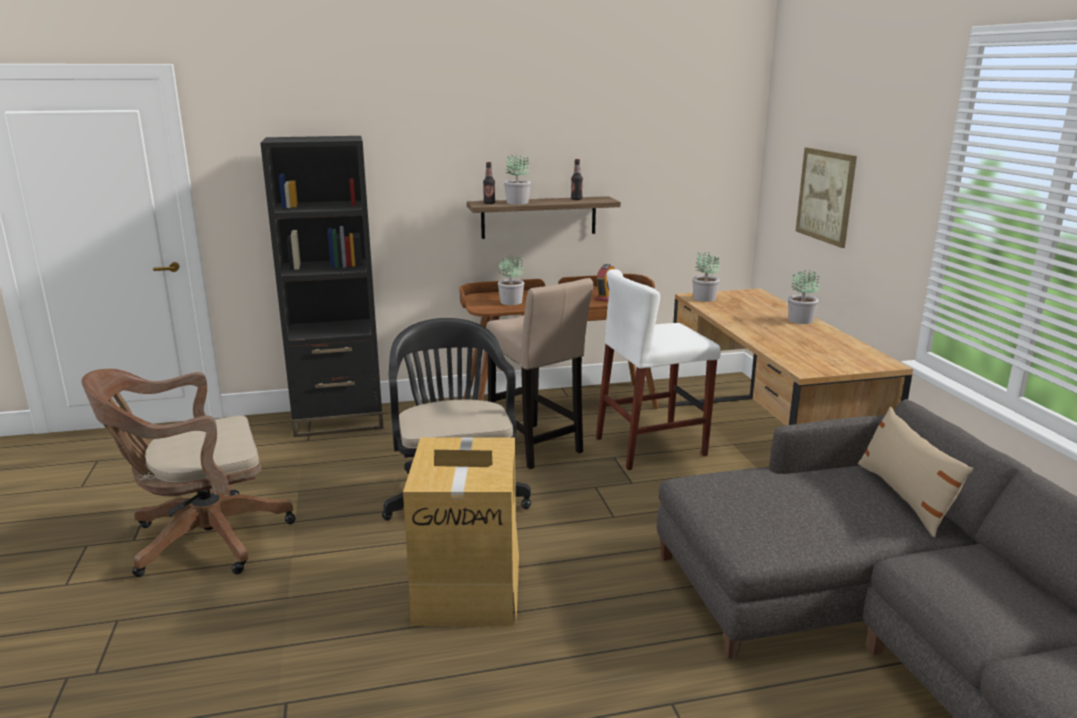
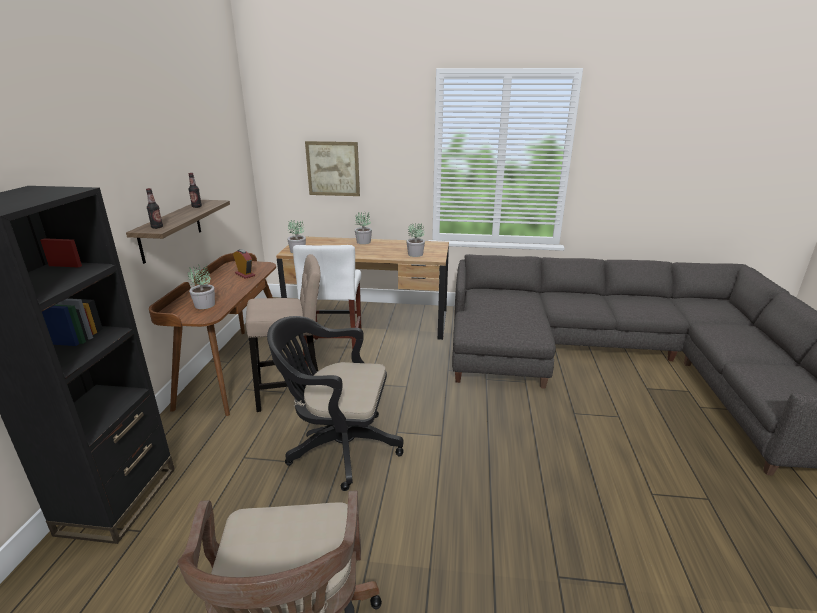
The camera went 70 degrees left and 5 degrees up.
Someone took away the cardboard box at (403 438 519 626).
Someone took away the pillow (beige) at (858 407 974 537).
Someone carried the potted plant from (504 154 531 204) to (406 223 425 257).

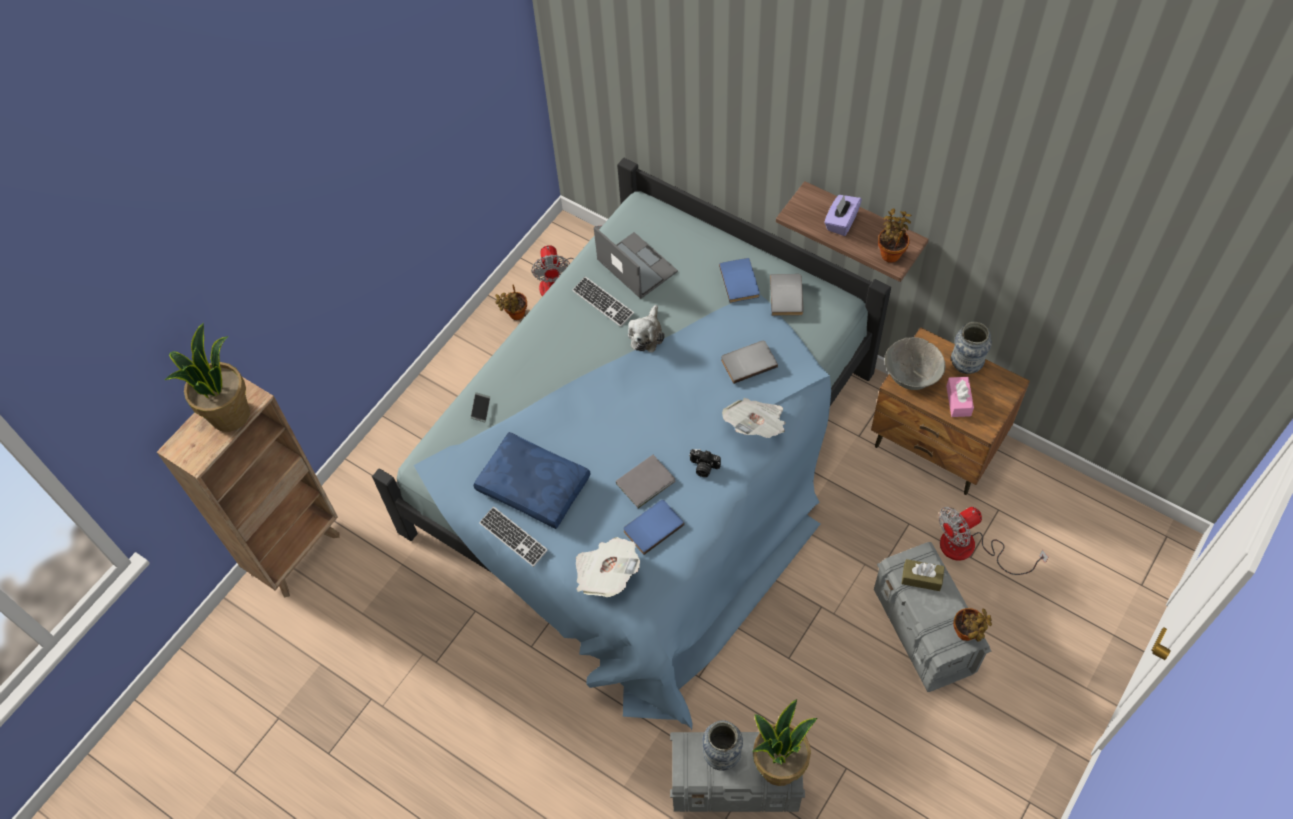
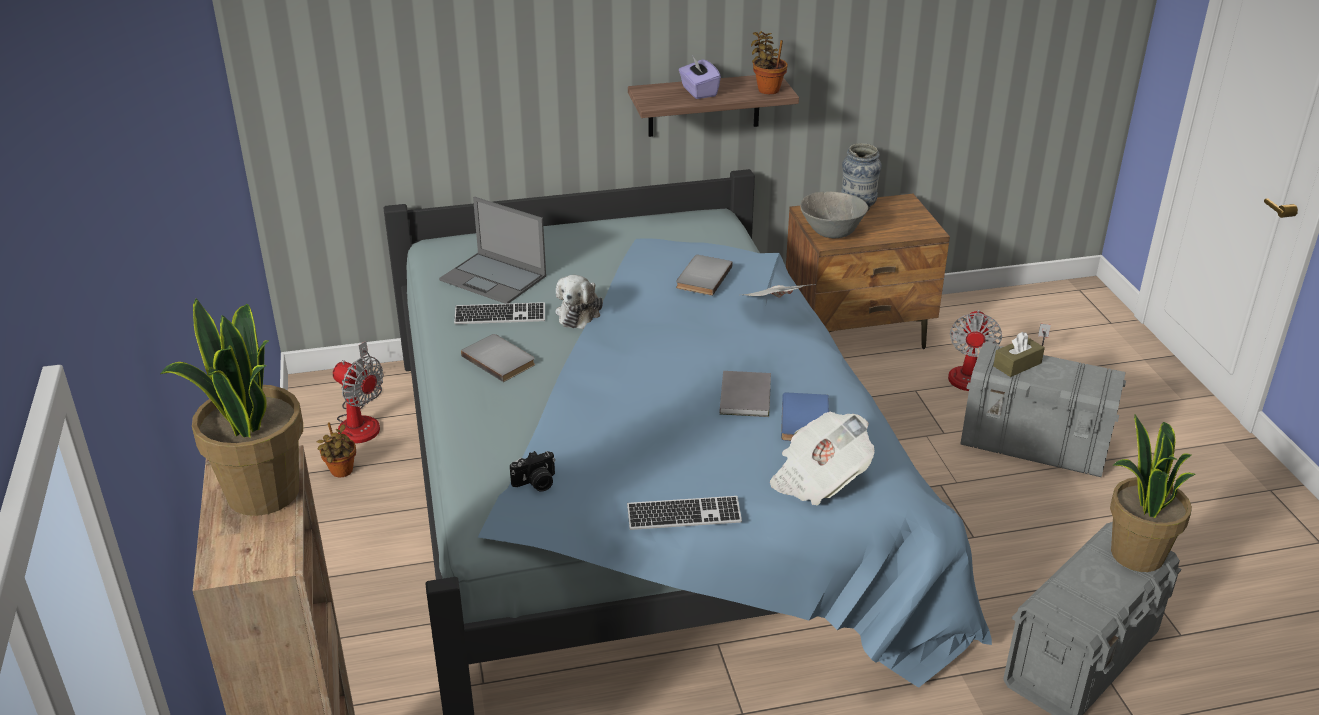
The camera went 50 degrees left and 25 degrees down.
Someone took away the phone at (470 392 490 423).
Someone took away the pillow (blue) at (473 432 591 529).
Someone took away the vase at (702 720 743 771).
Someone took away the book (blue) at (719 258 760 303).
Someone took away the tissue box (pink) at (946 377 974 417).
Someone took away the potted plant at (953 608 992 642).
Someone carried the photo camera from (689 449 721 477) to (510 451 556 492).
Someone carried the book (grey) from (770 274 804 316) to (461 334 535 382).
Someone rotated the laptop at (594 227 678 299) by 150 degrees counterclockwise.
Someone rotated the plush toy at (628 305 665 352) by 45 degrees clockwise.

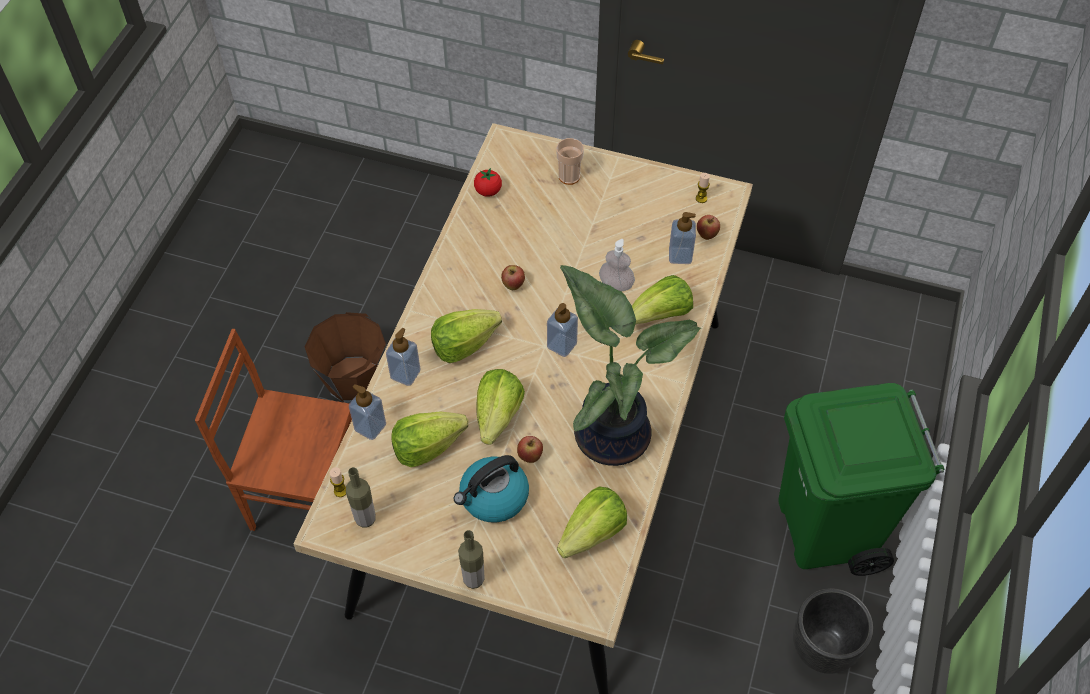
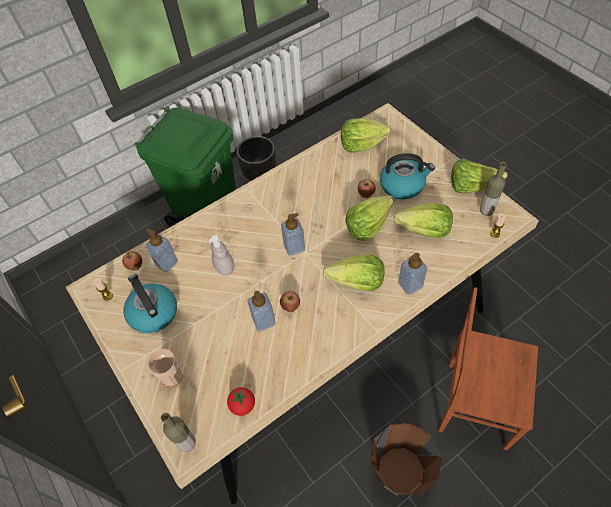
The camera went 140 degrees left and 0 degrees up.
Someone took away the potted plant at (560 265 701 466).
Someone put down the kettle at (124 274 177 333).
Someone carried the soap dispenser from (349 384 386 440) to (247 291 275 331).
Someone carried the bottle from (458 530 485 589) to (161 413 196 452).
Someone carried the lettuce from (632 275 693 325) to (451 159 508 193).
Someone rotated the chair (brown) at (195 329 352 531) by 150 degrees clockwise.

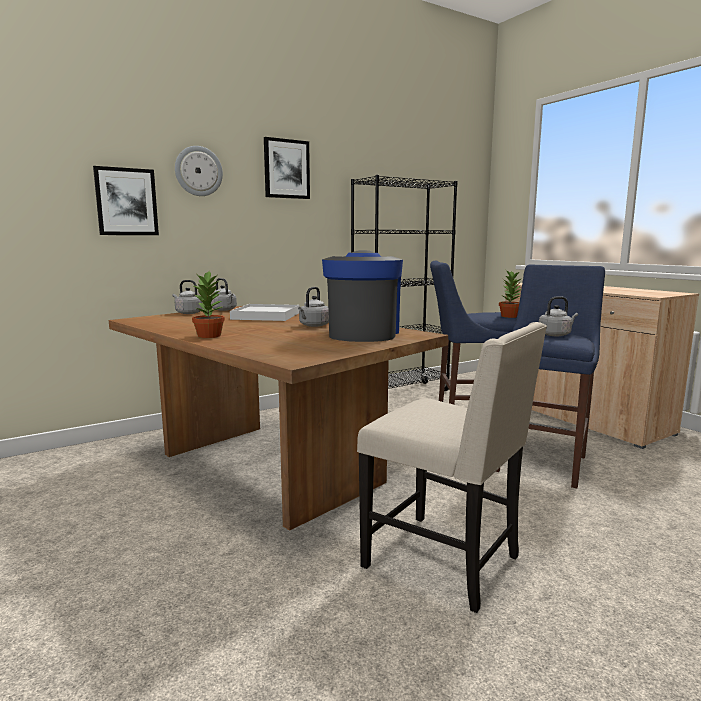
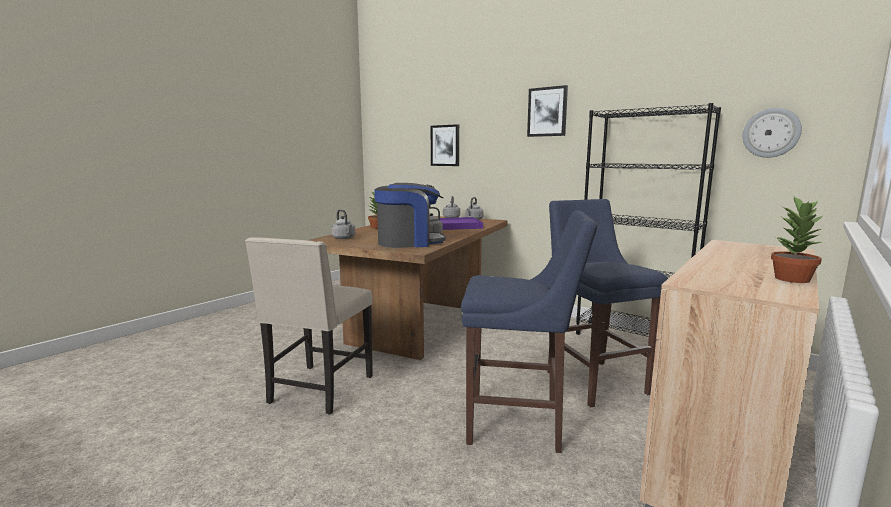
The camera went 70 degrees right and 0 degrees up.
Someone carried the wall clock from (175 146 223 196) to (742 108 802 158).
Someone carried the potted plant from (499 270 521 318) to (771 196 824 283).
Someone carried the kettle (grey) from (539 296 578 336) to (331 209 355 239).
Someone repainted the tray (white) at (230 304 300 321), which became the tray (purple) at (440 217 483 230).

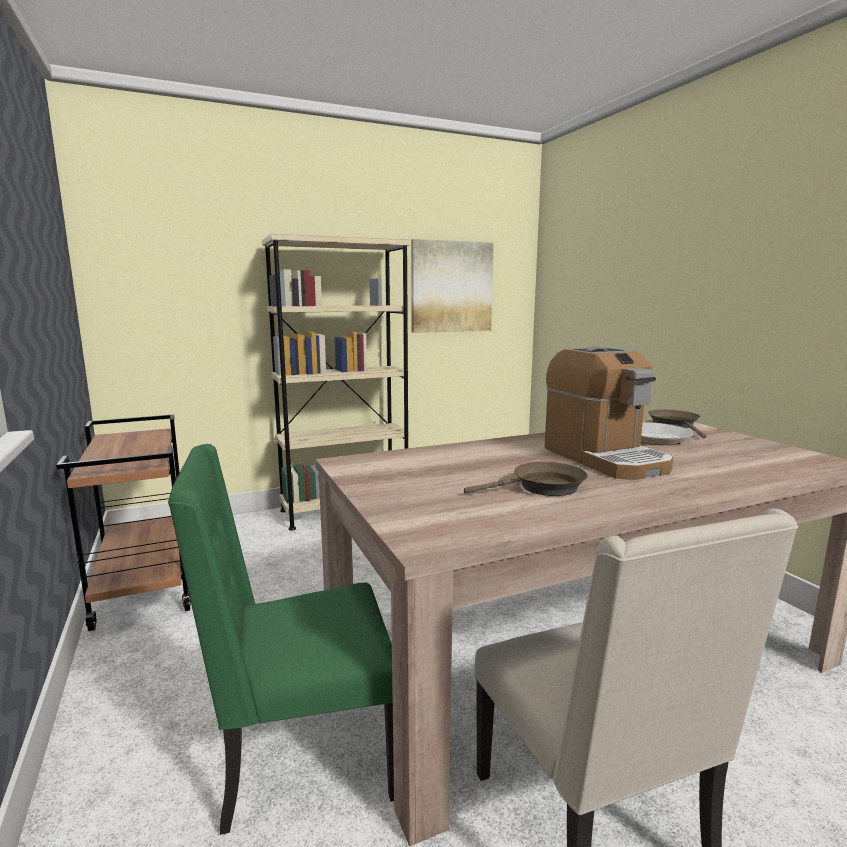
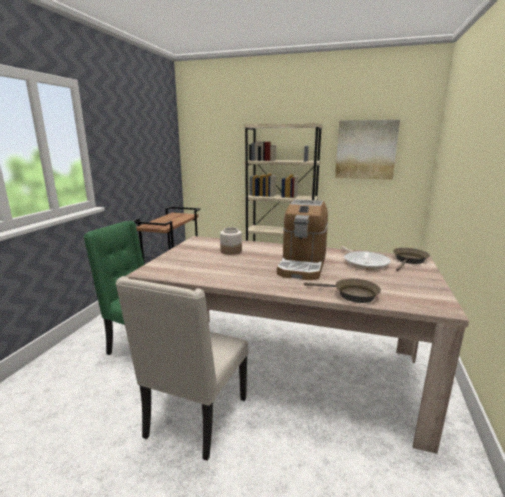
The camera went 40 degrees right and 5 degrees up.
Someone put down the jar at (220 227 242 255).
Someone carried the frying pan (brown) from (464 462 588 496) to (304 279 381 303).

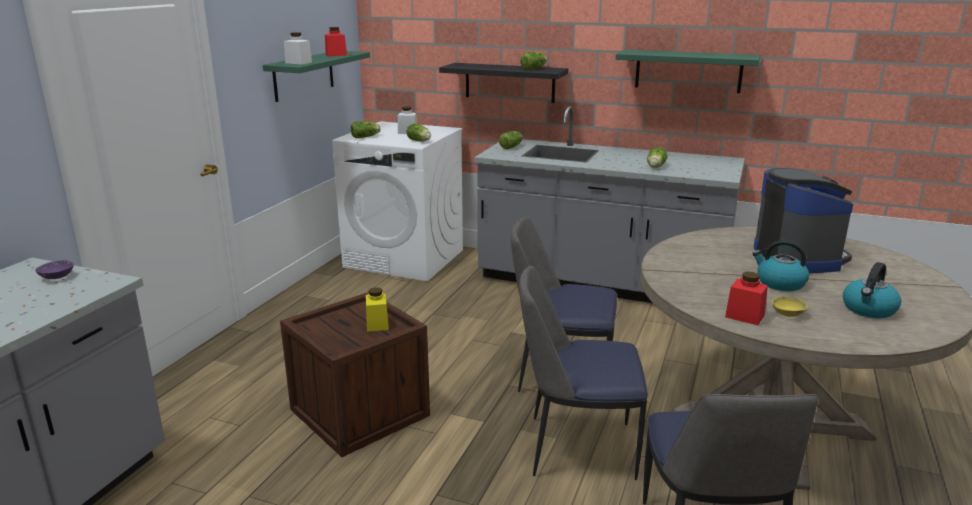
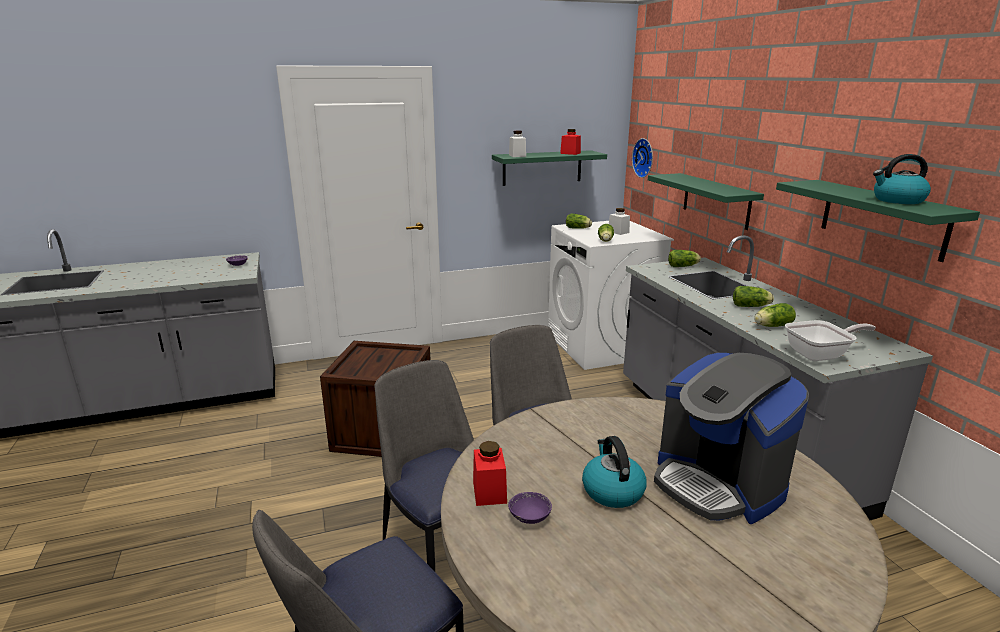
The camera went 50 degrees right and 0 degrees up.
Someone took away the jar (yellow) at (366 287 389 332).
Someone put up the wall clock at (632 138 653 178).
Someone put down the frying pan at (785 320 876 361).
Someone carried the lettuce from (520 52 547 70) to (733 286 774 307).
Someone carried the kettle from (843 262 901 318) to (873 154 931 204).
Someone repainted the shelf (black) at (439 63 568 103), which became the shelf (green) at (648 173 764 230).
Someone repainted the bowl (yellow) at (772 296 808 317), which became the bowl (purple) at (508 492 552 524).
Someone rotated the coffee machine at (754 168 853 273) by 105 degrees clockwise.

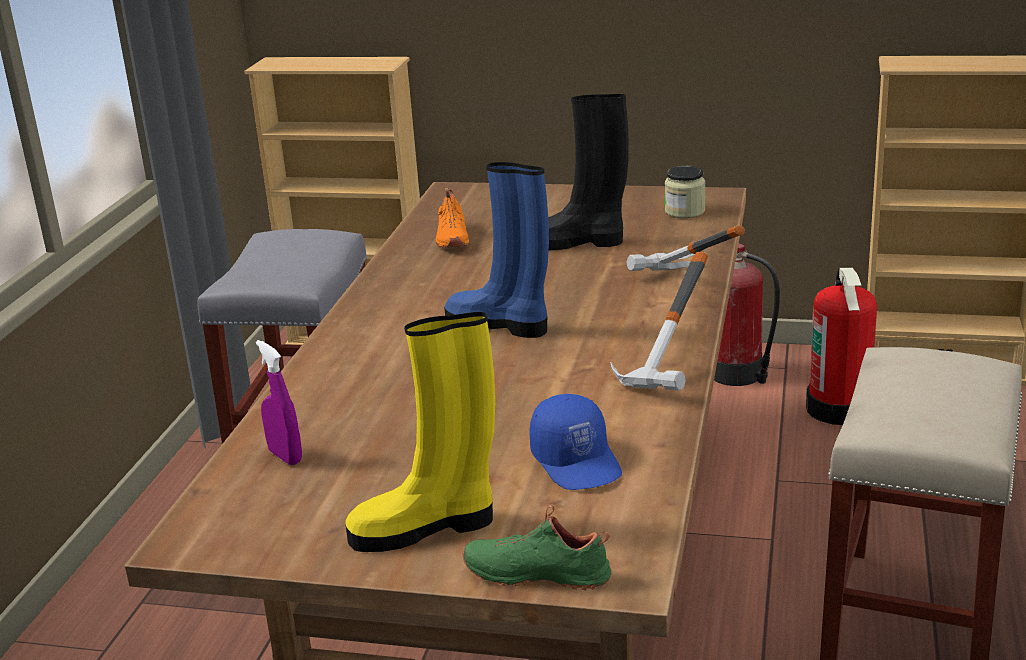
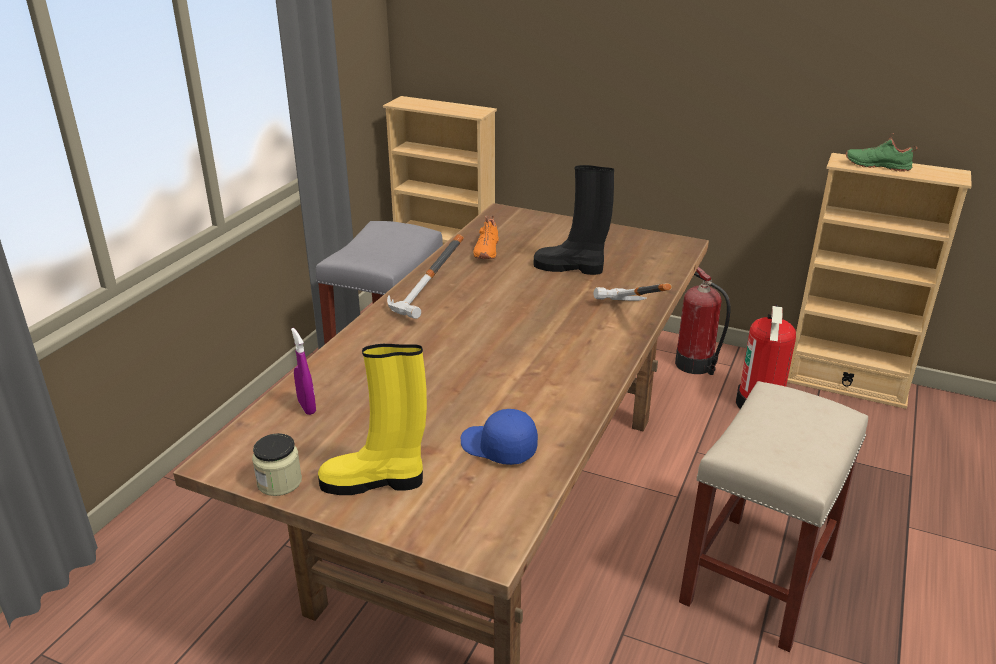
The camera went 10 degrees right and 5 degrees up.
Someone took away the boot (blue) at (444 162 549 338).
Someone carried the shoe (green) from (462 505 612 590) to (846 133 917 172).
Someone carried the hammer from (610 252 708 390) to (387 234 464 319).
Someone carried the jar from (665 165 706 218) to (252 433 302 496).
Someone rotated the cap (blue) at (530 394 622 490) by 135 degrees clockwise.

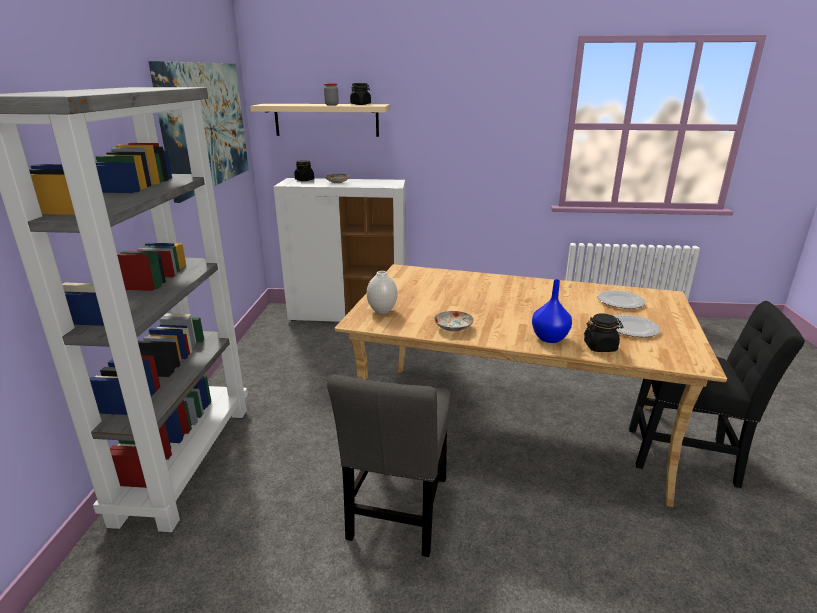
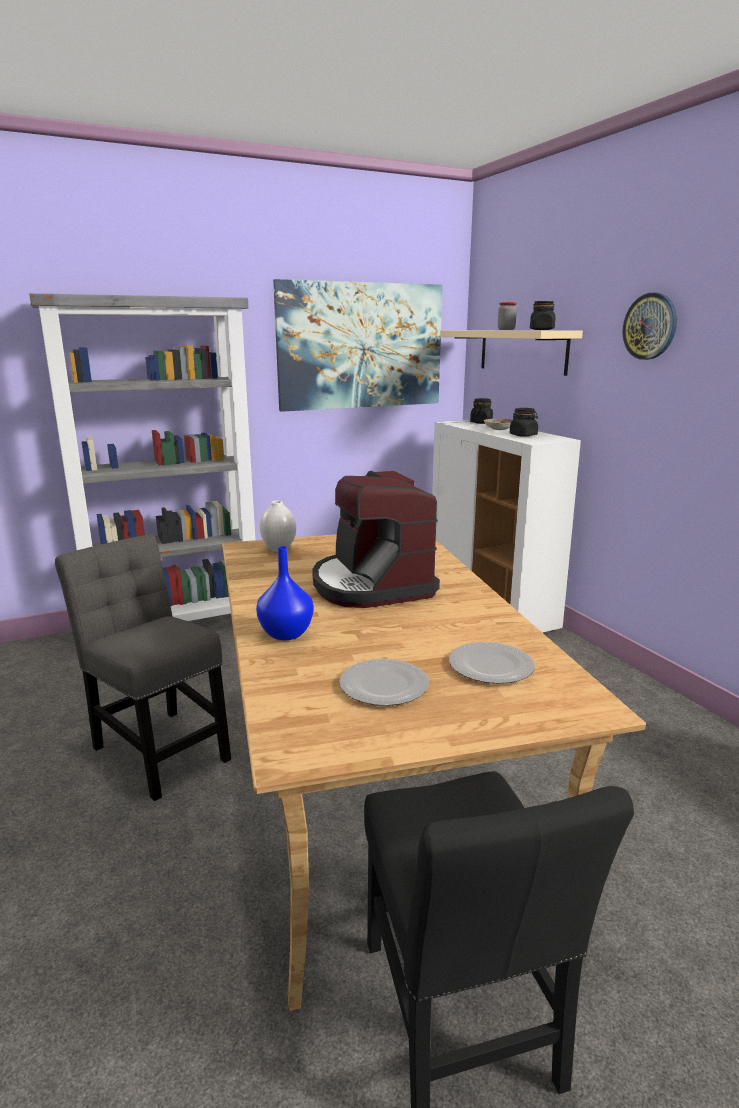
The camera went 60 degrees right and 5 degrees down.
Someone took away the plate at (434 311 474 332).
Someone put down the coffee machine at (312 471 440 608).
Someone put up the wall clock at (622 293 677 360).
Someone carried the jar (black) from (584 313 623 352) to (510 408 538 437).
Someone rotated the chair (grey) at (327 374 451 557) by 60 degrees clockwise.

